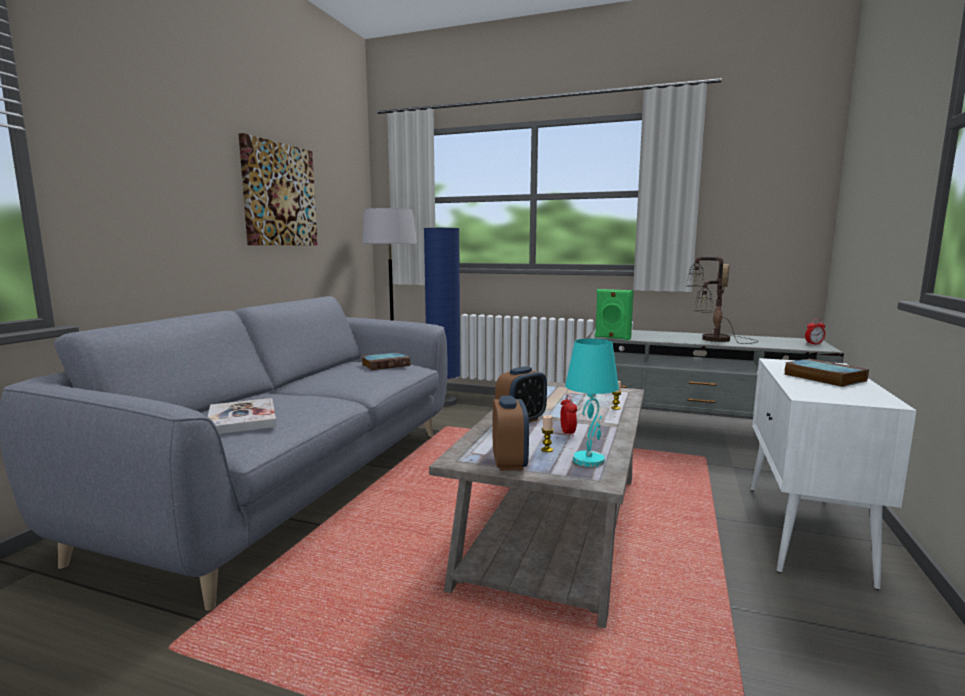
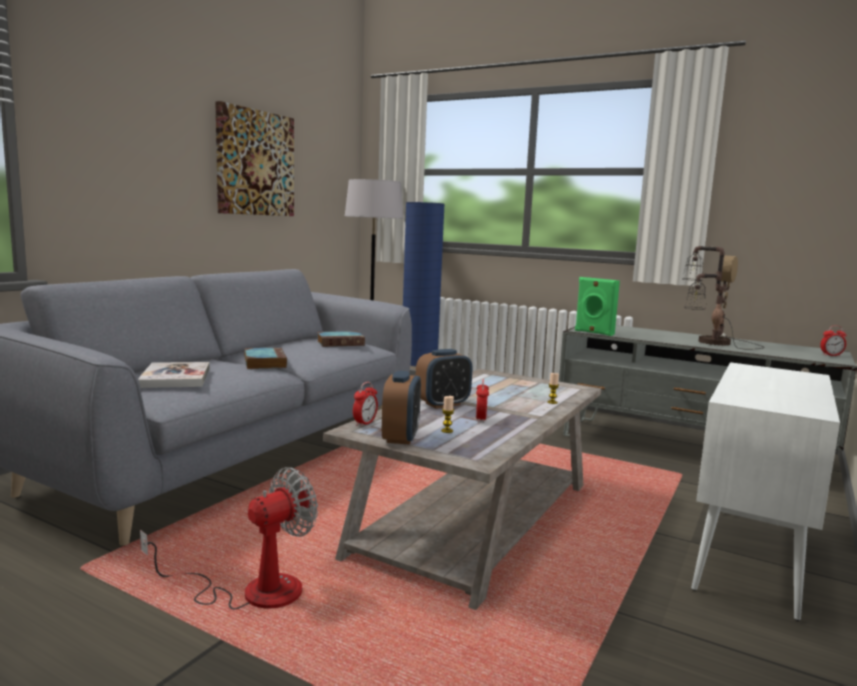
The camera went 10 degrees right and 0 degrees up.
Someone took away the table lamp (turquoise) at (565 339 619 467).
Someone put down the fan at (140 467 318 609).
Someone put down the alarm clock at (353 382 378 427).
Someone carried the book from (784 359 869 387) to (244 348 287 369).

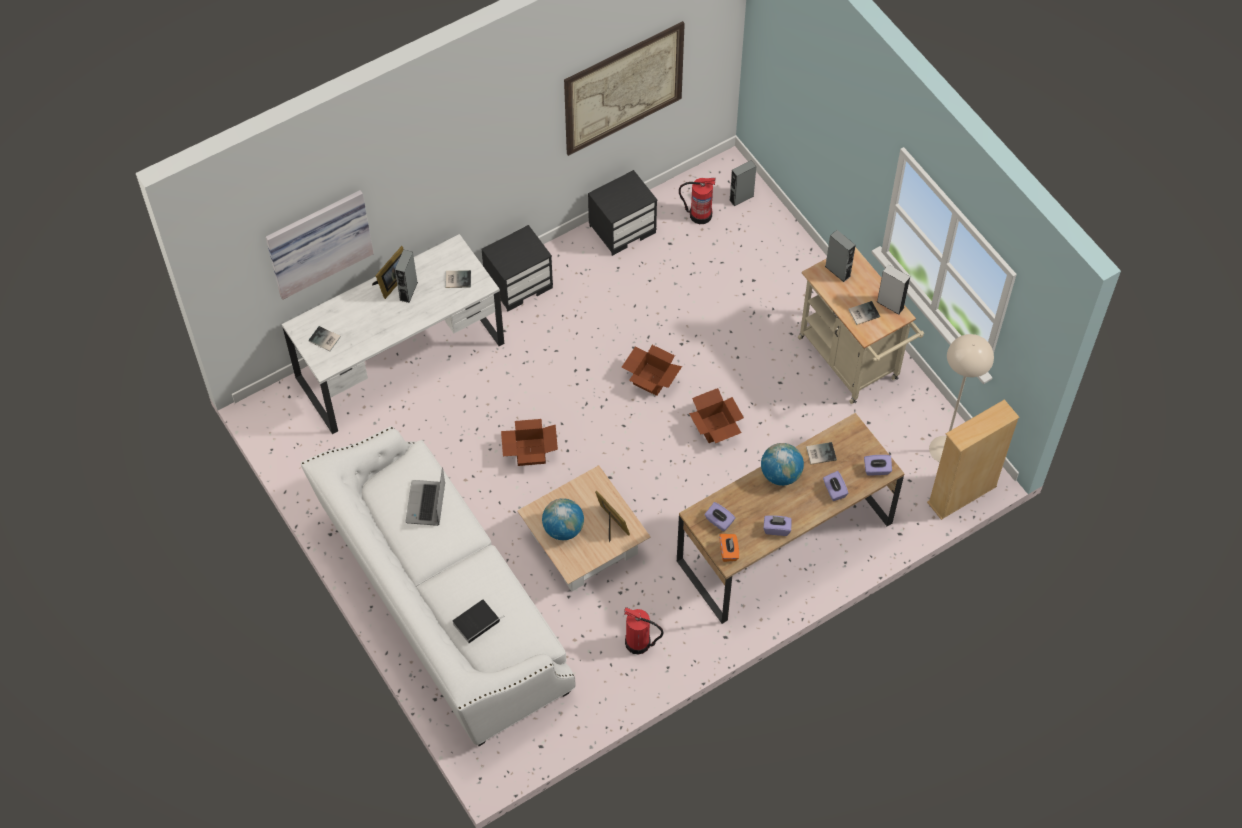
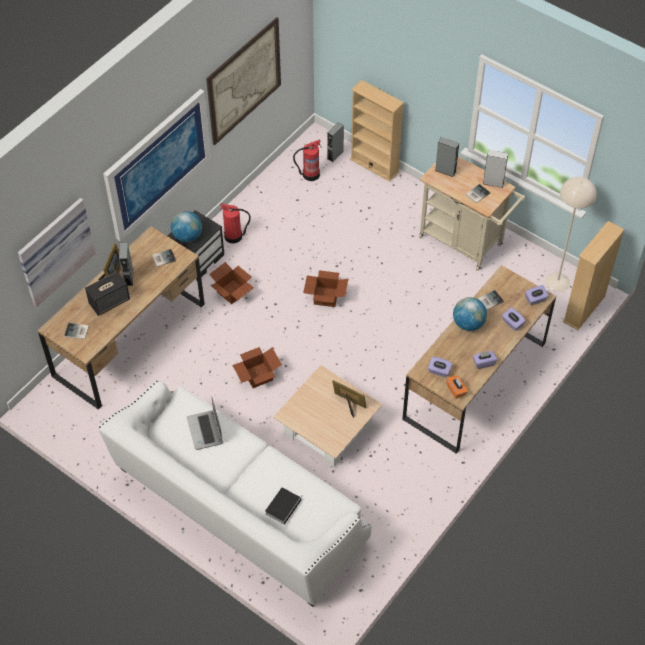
The camera went 20 degrees left and 5 degrees down.
Someone took away the nightstand (black) at (588 170 657 256).
Someone put down the speaker at (85 271 130 316).
Someone put up the picture at (103 89 211 241).
Someone put down the bookcase (beige) at (350 80 404 182).
Someone carried the globe from (542 498 584 540) to (171 211 202 242).
Someone carried the fire extinguisher from (624 607 663 654) to (220 203 251 243).
Someone carried the cardboard box from (689 388 744 443) to (209 262 254 304).
Someone repainted the desk (white) at (282 234 504 434), which became the desk (brown) at (37 226 205 409).

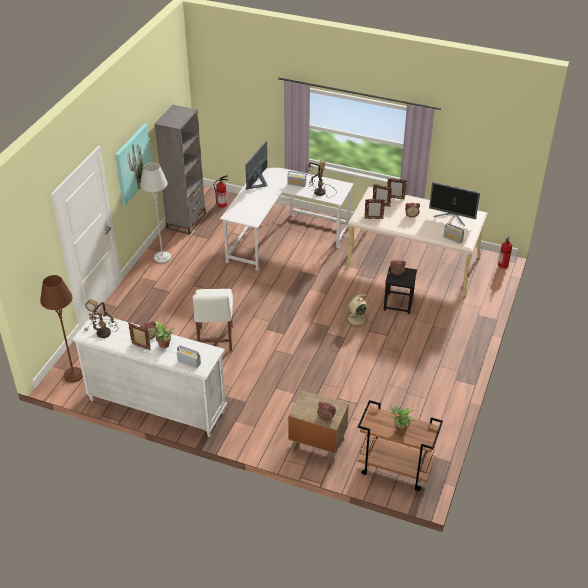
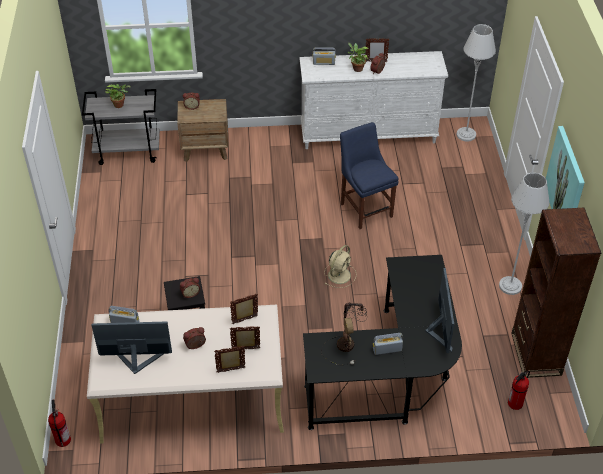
The camera went 155 degrees right and 5 degrees up.
Someone took away the table lamp at (84 299 117 338).
Someone carried the fan (beige) from (343 294 371 329) to (324 245 357 288).
Someone repainted the floor lamp (brown) at (40 275 83 383), which became the floor lamp (grey) at (456 24 496 141).
Someone repainted the bookcase (grey) at (154 105 206 235), which became the bookcase (brown) at (511 208 601 378).
Someone repainted the chair (white) at (193 289 233 351), which became the chair (blue) at (340 122 399 229).
Someone repainted the desk (white) at (220 168 354 271), which became the desk (black) at (303 255 462 430).
Someone repainted the cart (brown) at (358 400 443 491), which became the cart (grey) at (82 89 160 165).

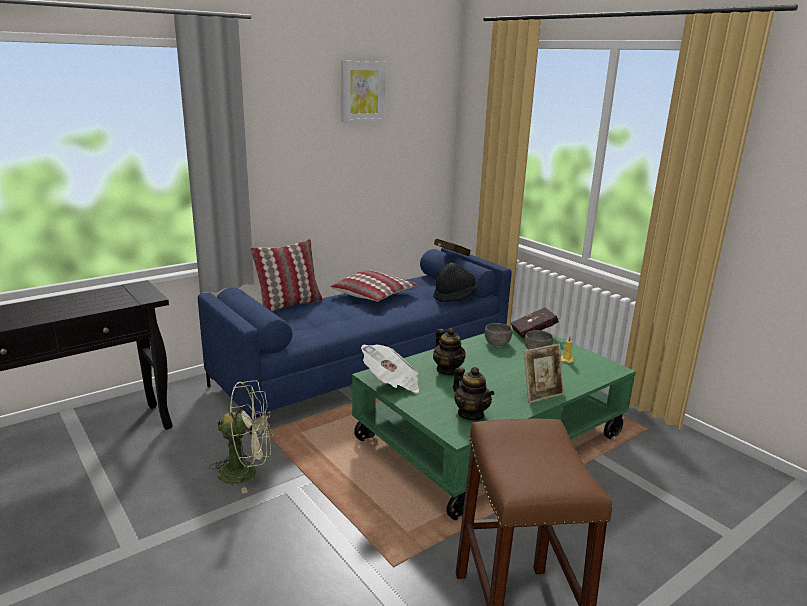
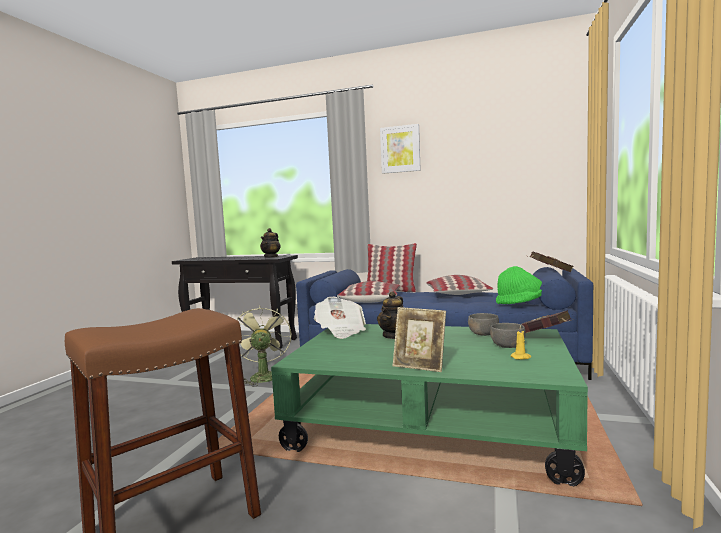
The camera went 55 degrees right and 15 degrees down.
Someone put down the pillow at (337 281 400 303).
Someone carried the picture from (341 61 386 123) to (380 124 421 174).
Someone carried the teapot from (453 367 494 421) to (260 228 281 257).
Someone repainted the hat (black) at (433 263 478 302), which became the hat (green) at (496 266 542 304).
Someone rotated the fan (green) at (209 381 273 494) by 150 degrees counterclockwise.

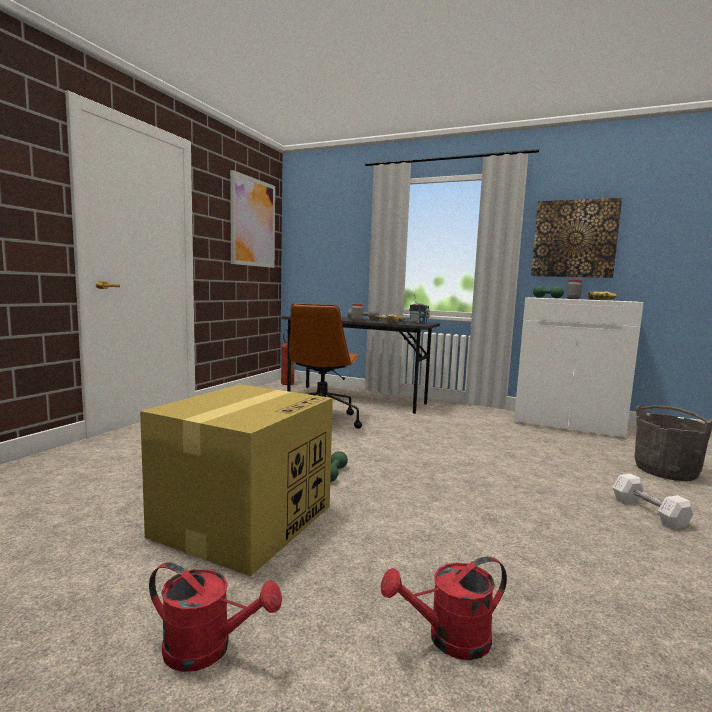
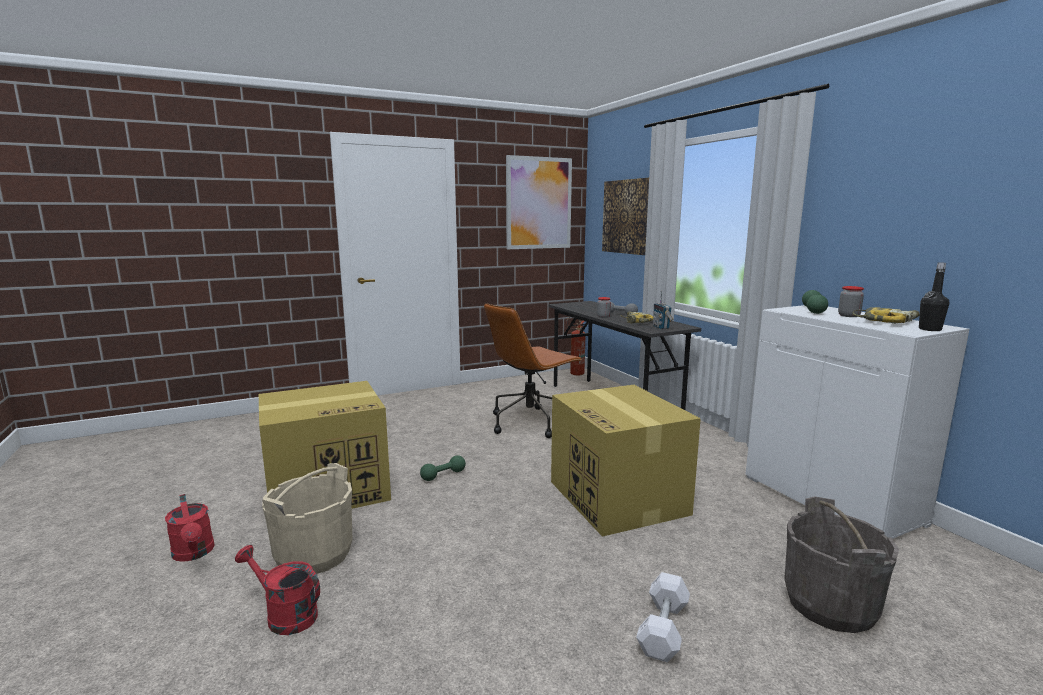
The camera went 40 degrees right and 5 degrees up.
Someone put down the bucket (beige) at (262 463 353 574).
Someone put down the cardboard box at (551 385 701 537).
Someone put down the bottle (black) at (919 262 949 331).
Someone carried the picture from (531 198 622 278) to (602 178 649 255).

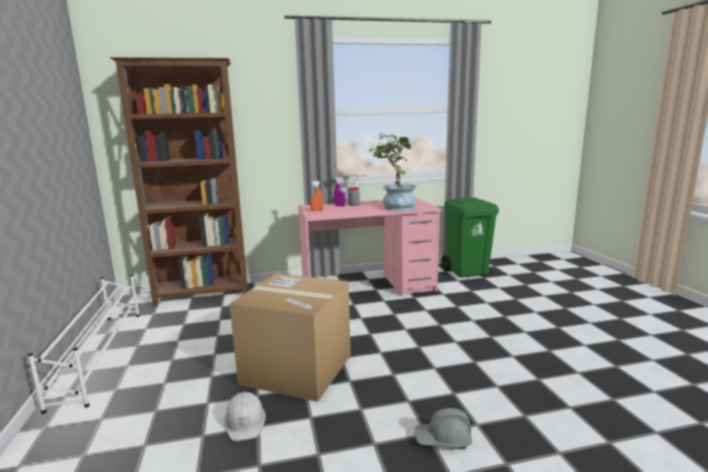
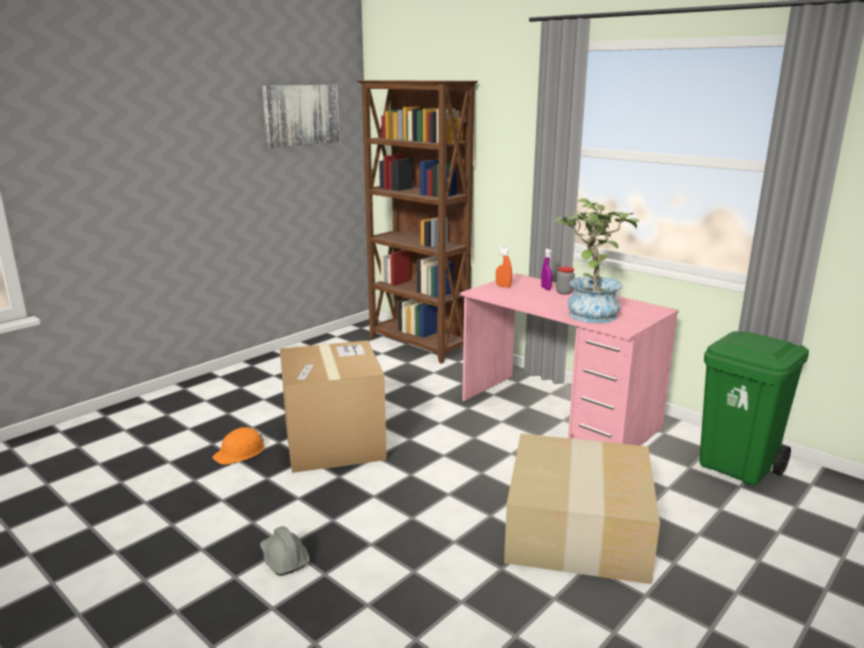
The camera went 55 degrees right and 5 degrees up.
Someone took away the shoe rack (white) at (28 274 140 414).
Someone put up the picture at (262 85 340 148).
Someone put down the cardboard box at (504 433 660 584).
Someone repainted the hard hat (white) at (224 392 266 441), which became the hard hat (orange) at (212 427 264 465).

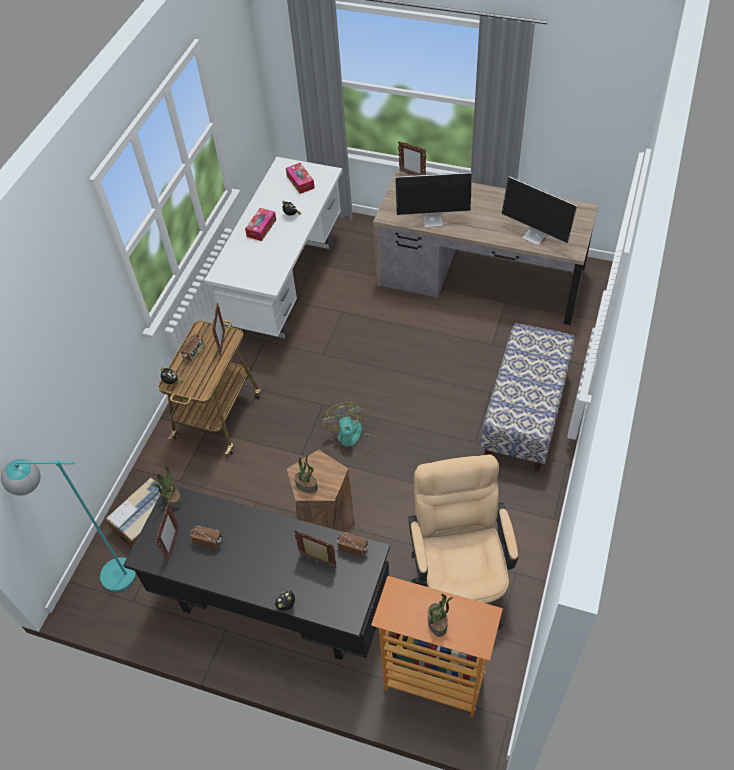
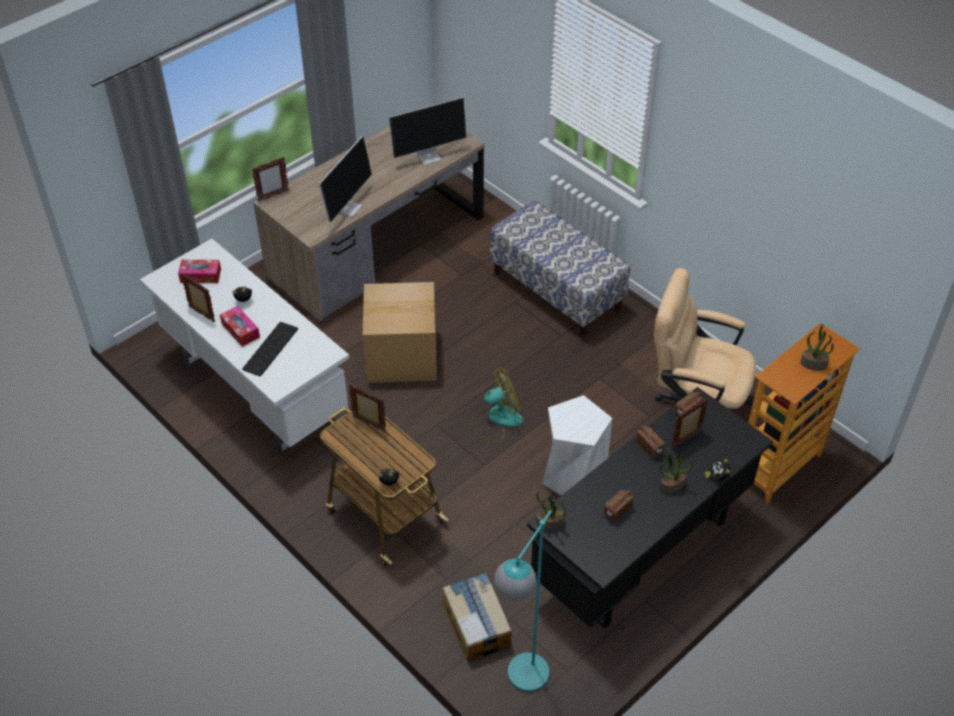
The camera went 65 degrees left and 5 degrees down.
Someone put down the keyboard at (242 322 298 377).
Someone put down the cardboard box at (363 282 437 383).
Someone carried the picture frame from (156 503 180 563) to (181 273 215 322).
Someone carried the radio from (181 333 205 362) to (636 426 665 458).
Someone carried the potted plant from (294 454 318 493) to (660 448 693 494).
Someone repainted the stool (brown) at (287 450 355 532), which became the stool (white) at (543 395 612 495).
Someone rotated the fan at (321 402 380 460) by 150 degrees clockwise.

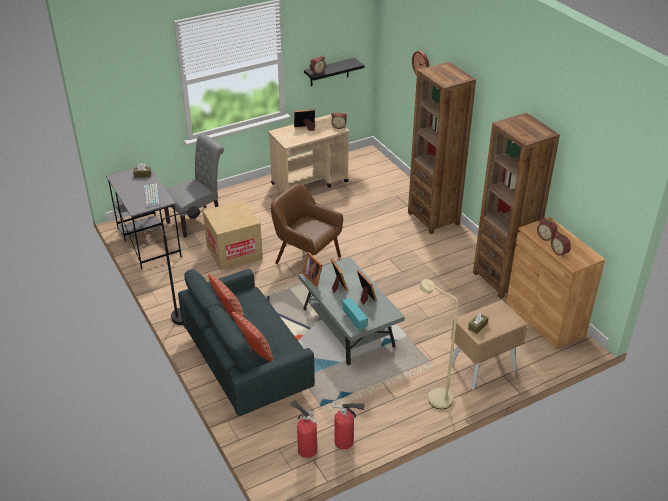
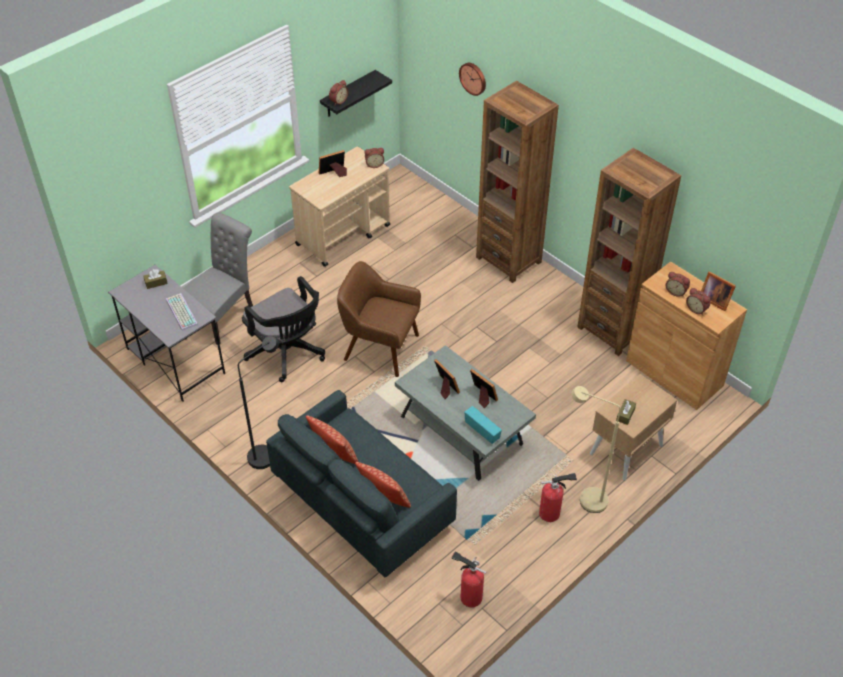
The camera went 15 degrees left and 10 degrees up.
Someone carried the picture frame from (303 252 323 286) to (701 271 736 311).
Someone carried the fire extinguisher from (332 402 365 449) to (539 473 577 522).
Someone swapped the cardboard box at (203 200 263 270) for the office chair (black) at (242 276 325 382).

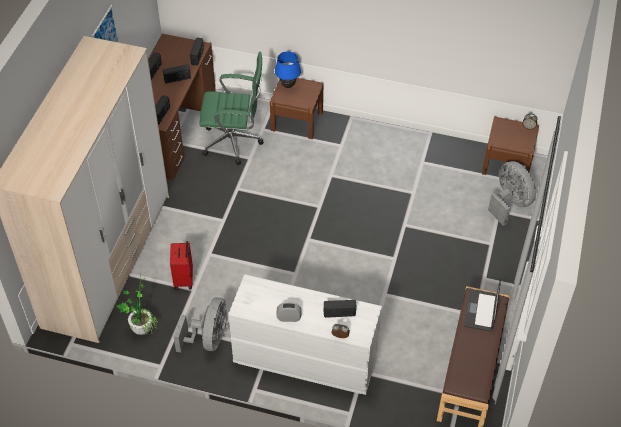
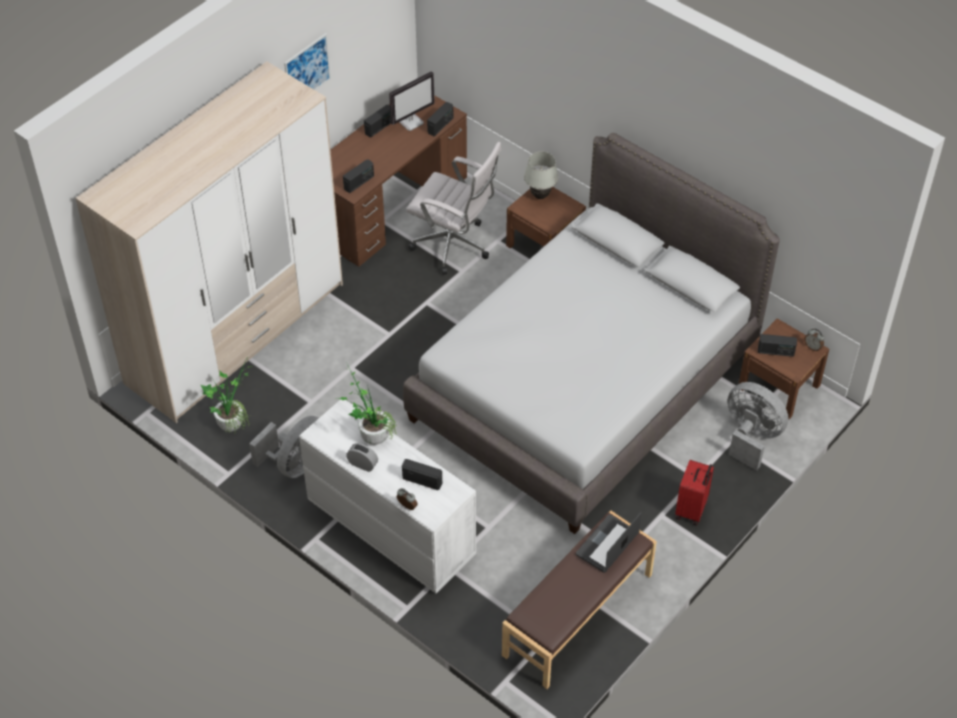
The camera went 25 degrees right and 0 degrees up.
Someone put down the potted plant at (336 364 397 445).
Someone put down the monitor at (389 71 435 131).
Someone put down the bed (grey) at (403 133 780 534).
Someone carried the radio from (163 64 191 84) to (758 334 797 357).
Someone carried the suitcase (red) from (170 241 193 290) to (675 460 714 526).
Someone repainted the office chair (green) at (199 52 264 165), which became the office chair (white) at (406 142 501 275).
Someone repainted the table lamp (blue) at (275 51 301 88), which became the table lamp (white) at (524 152 558 199).
Someone rotated the fan (grey) at (488 161 536 226) by 45 degrees counterclockwise.

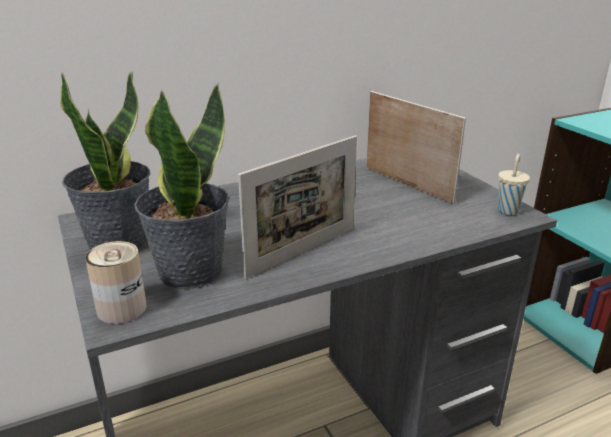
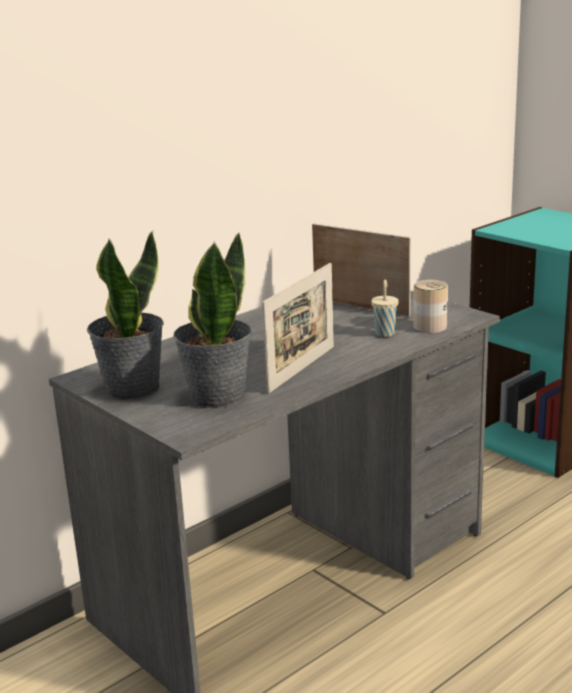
The camera went 15 degrees left and 5 degrees down.
Someone carried the can from (85 241 147 324) to (413 280 448 333).
Someone carried the cup (beige) from (497 154 530 215) to (371 280 399 337).

